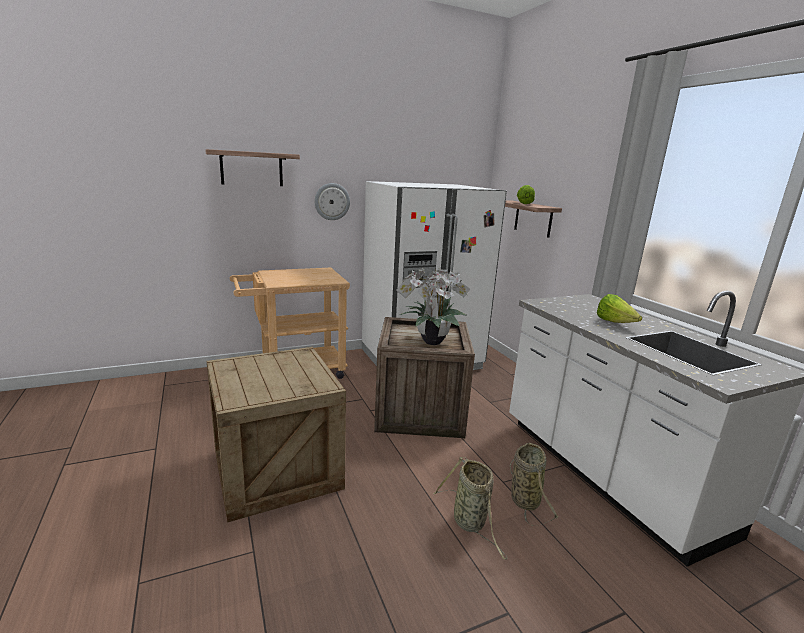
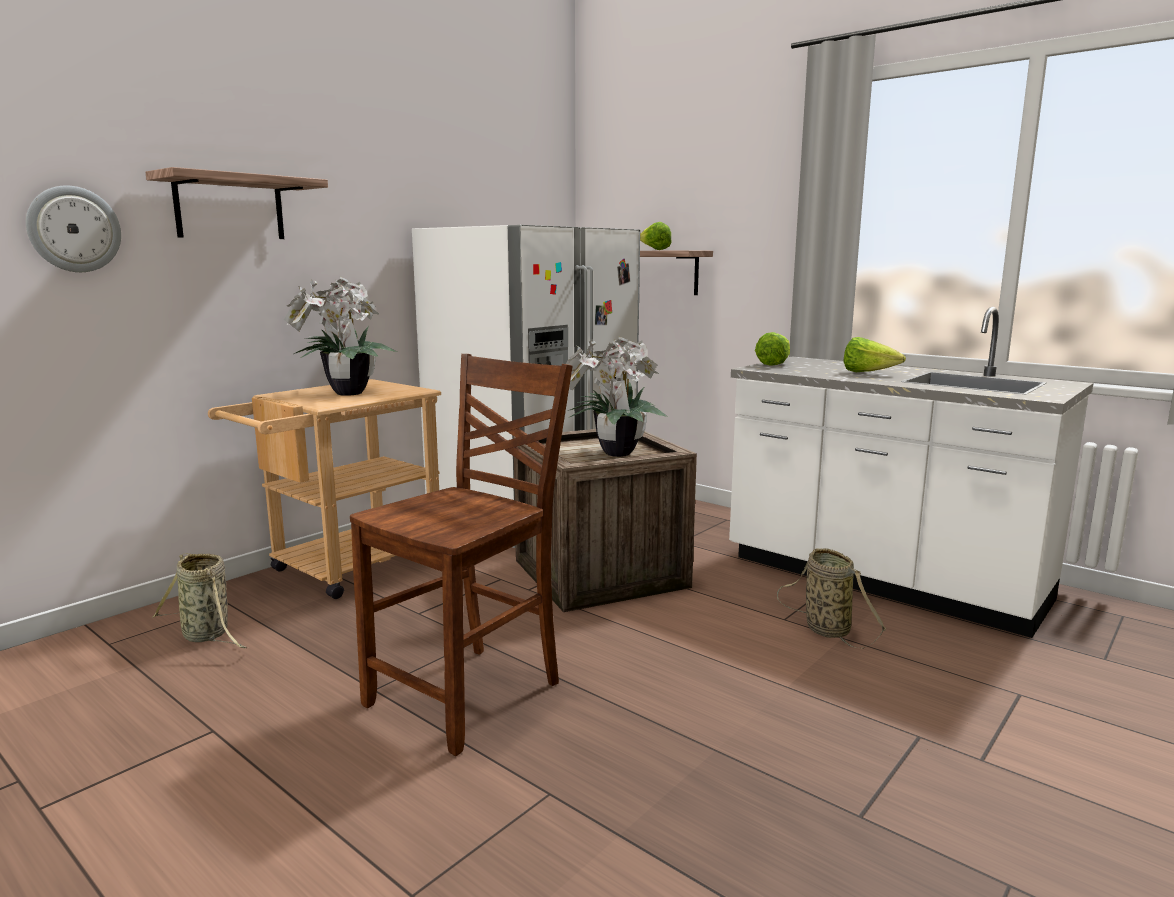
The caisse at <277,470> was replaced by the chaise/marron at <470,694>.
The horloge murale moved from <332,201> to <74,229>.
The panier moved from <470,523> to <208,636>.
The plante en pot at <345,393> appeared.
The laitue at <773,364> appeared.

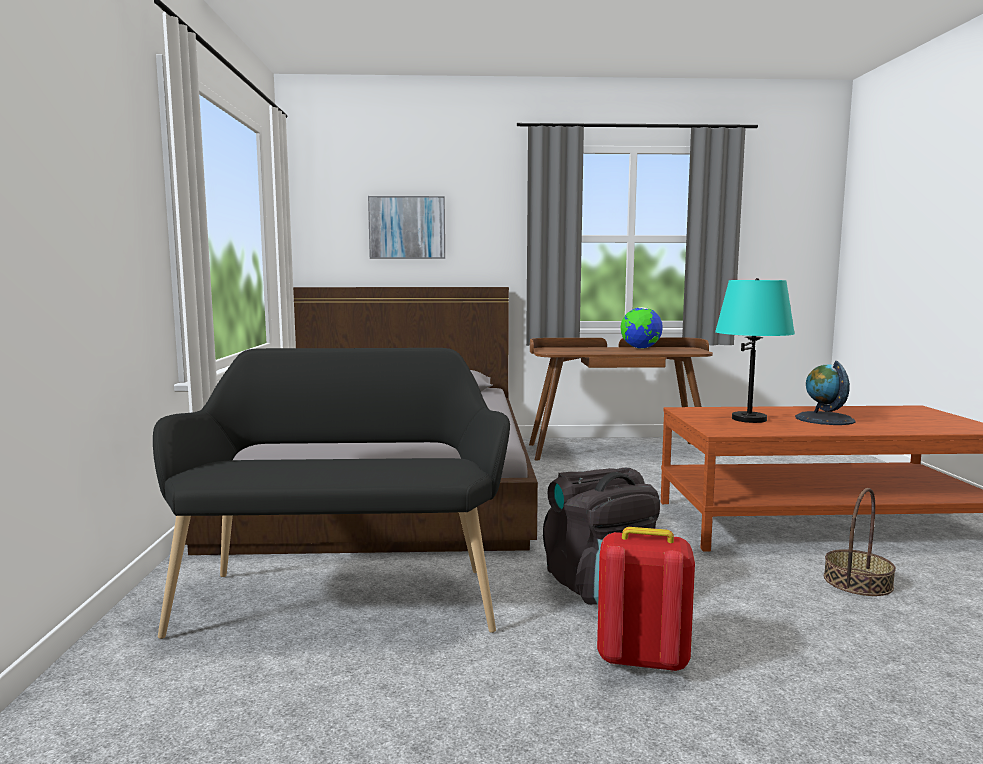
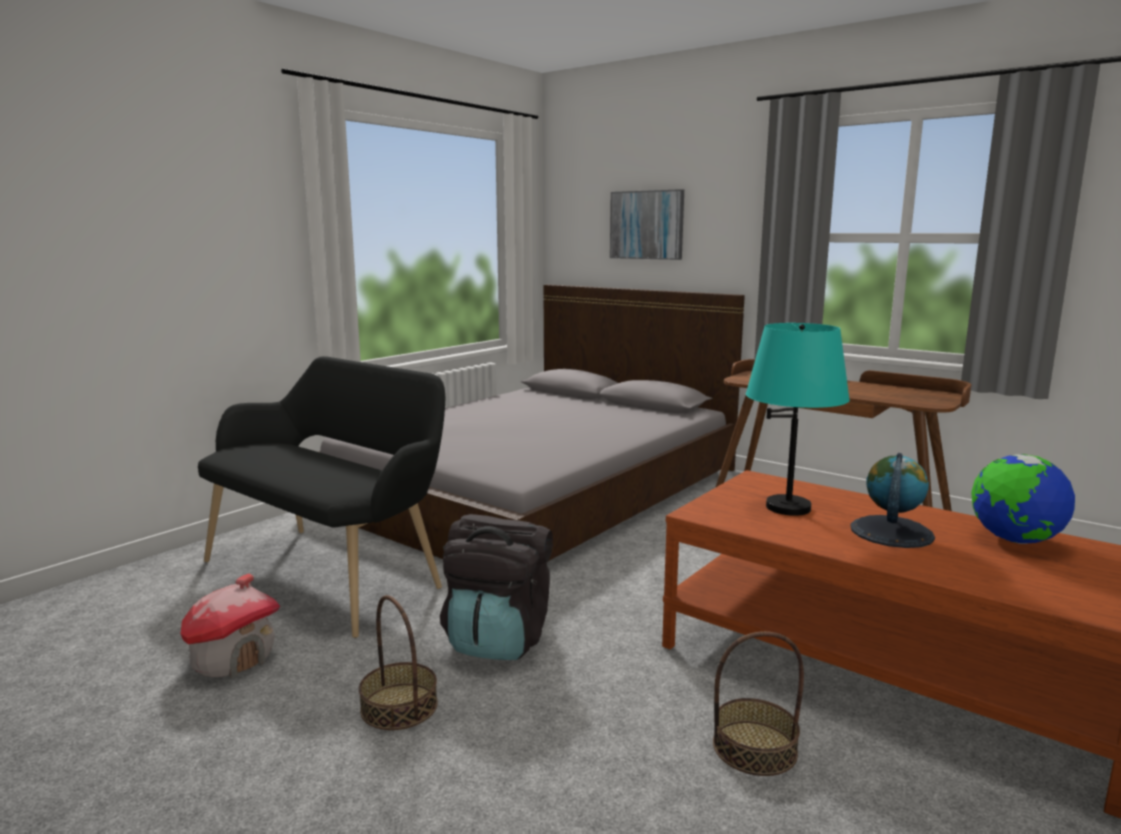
The sac à dos/rouge at <641,659> was replaced by the panier at <399,706>.
The globe moved from <640,348> to <1015,540>.
The maison miniature at <234,658> appeared.

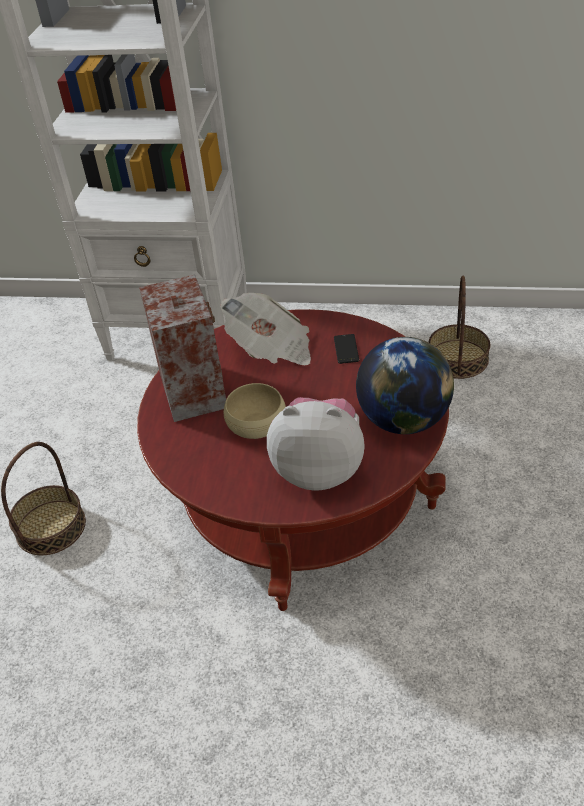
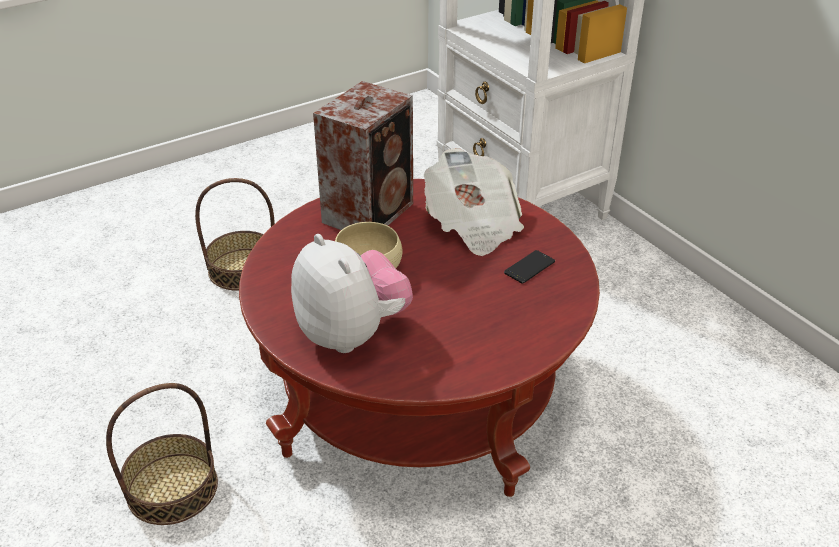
The globe at <404,420> disappeared.
The panier moved from <457,359> to <172,488>.

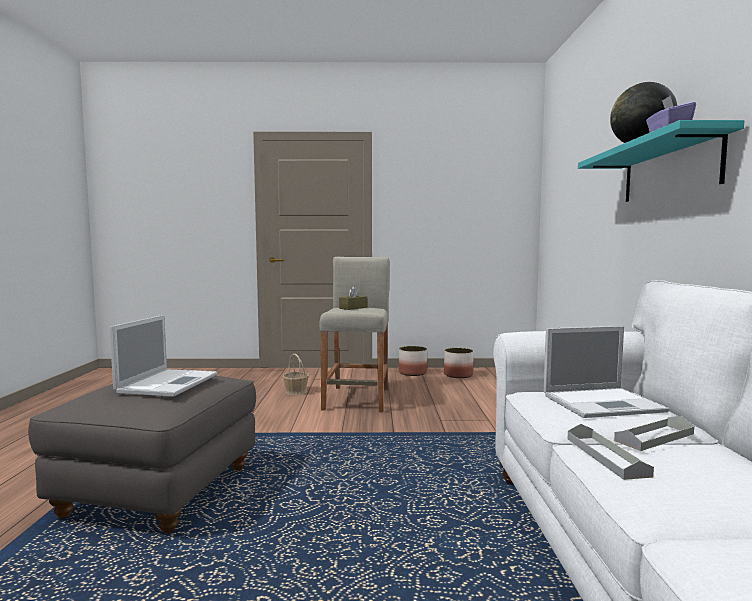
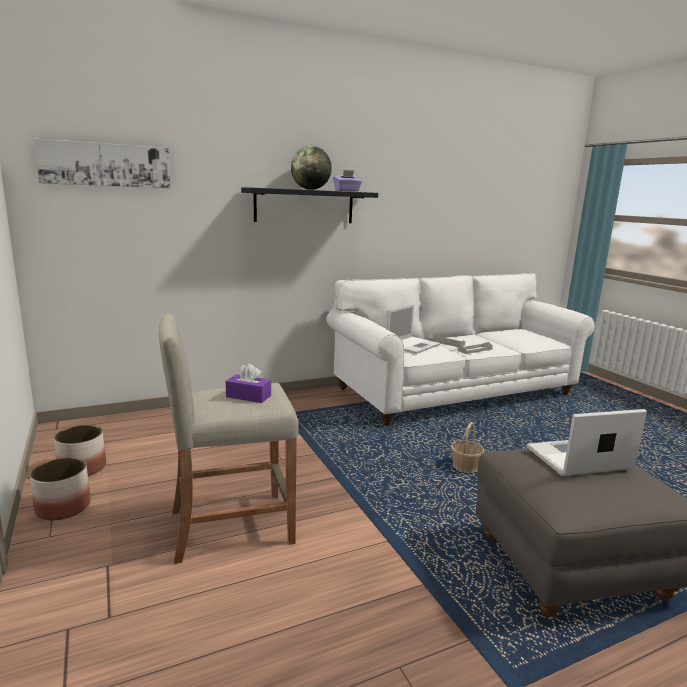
The panier moved from <296,392> to <465,467>.
The boîte à mouchoirs/marron at <353,308> became the boîte à mouchoirs/violet at <248,396>.
The ordinateur portable at <604,403> turned 75 degrees clockwise.
The étagère/turquoise at <669,169> became the étagère/noir at <304,206>.
The tableau at <106,165> appeared.

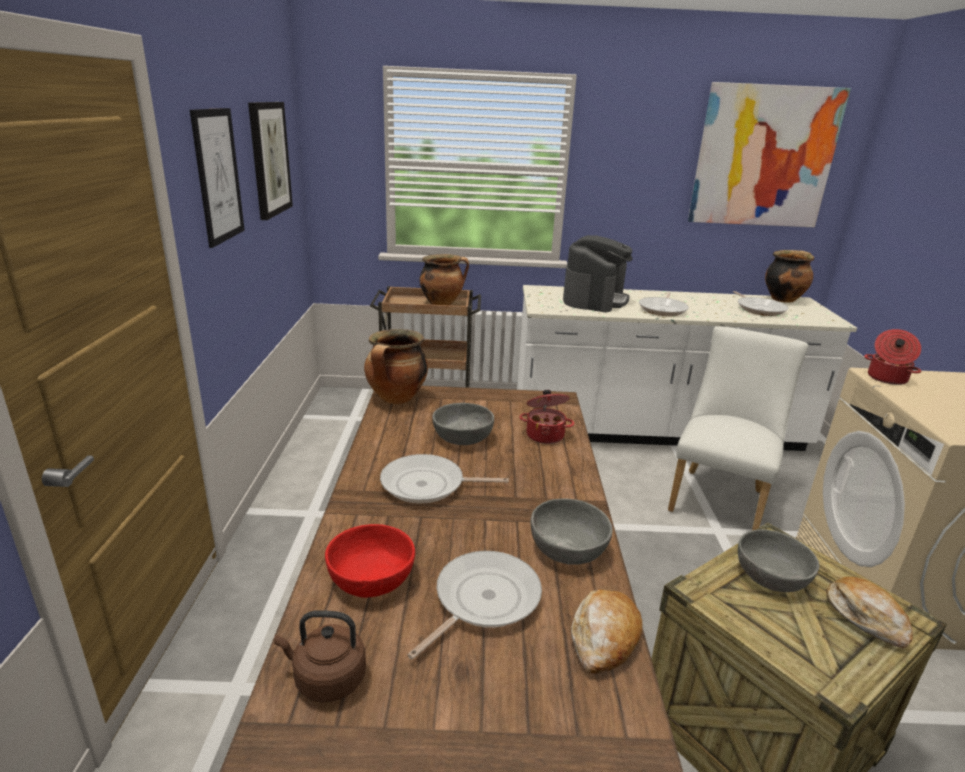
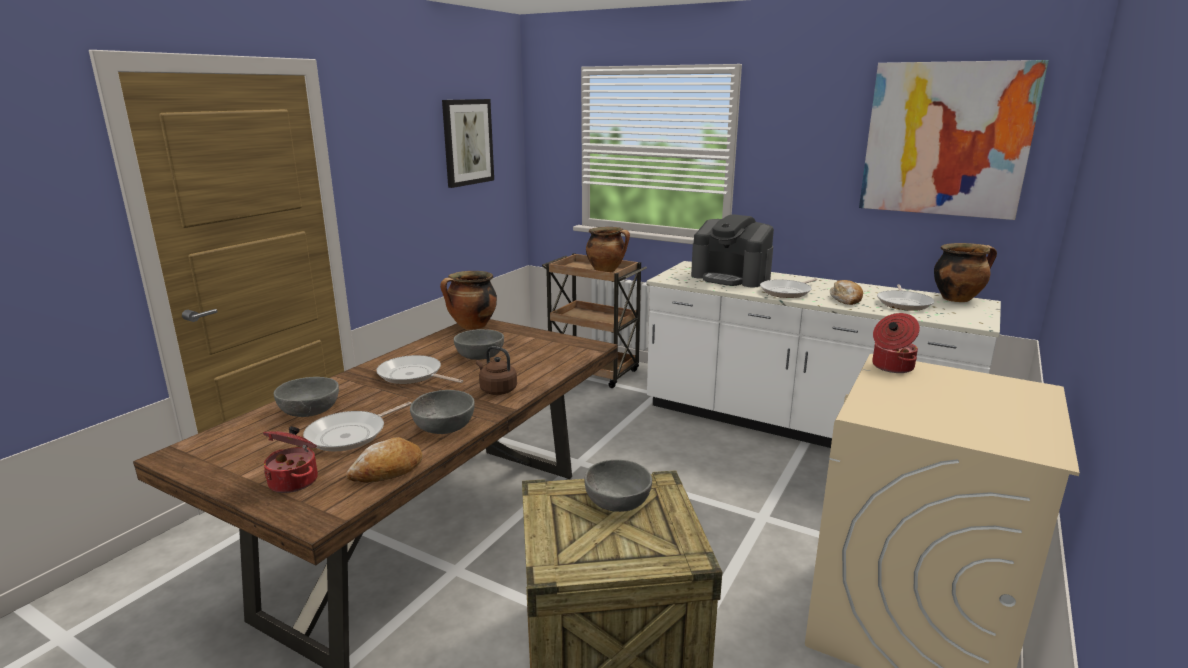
The tableau at <218,176> disappeared.
The bouilloire/marron moved from <326,679> to <496,390>.
The bol/rouge at <371,577> became the bol/gris at <310,409>.
The poêle at <482,600> turned 150 degrees clockwise.
The marmite moved from <545,435> to <295,481>.
The machine à café at <594,299> turned 75 degrees clockwise.
The chaise/blanc at <719,497> disappeared.
The pain moved from <865,617> to <846,299>.

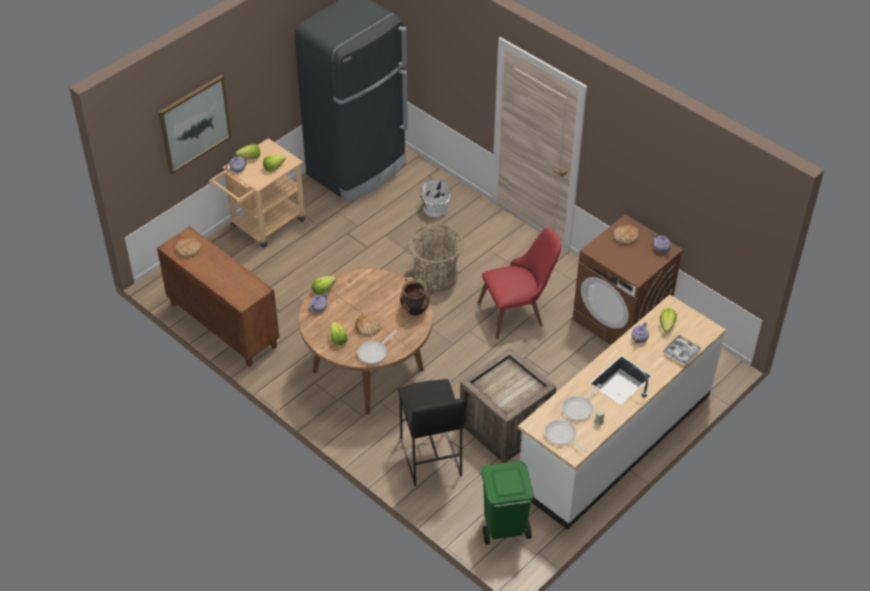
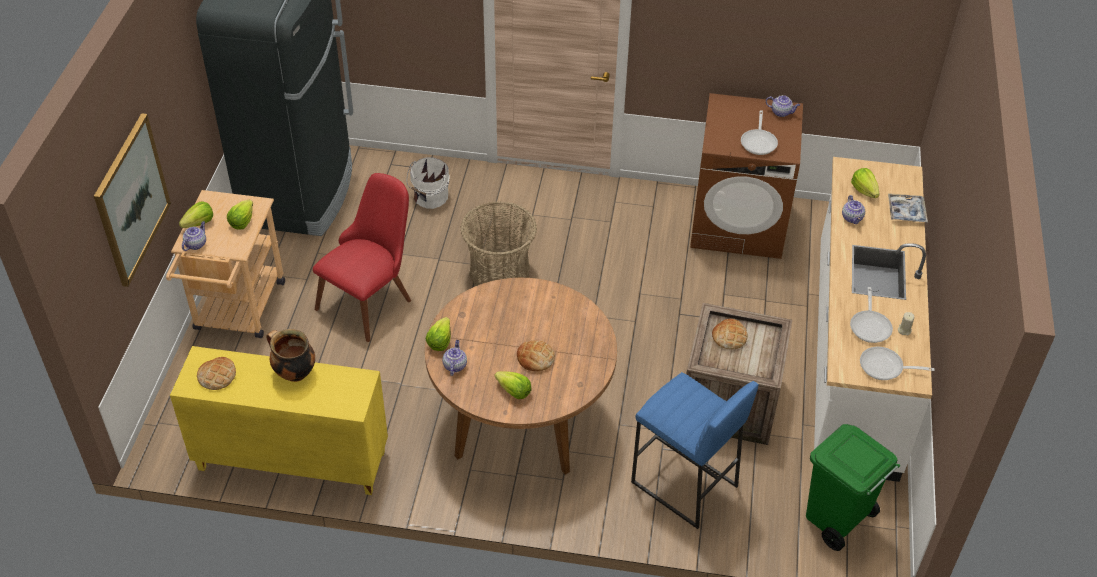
The meuble de rangement/marron at <222,325> became the meuble de rangement/jaune at <290,461>.
The poêle moved from <374,352> to <759,142>.
The tabouret/noir at <430,457> became the tabouret/bleu at <683,484>.
The marmite moved from <414,309> to <294,373>.
The chaise/rouge moved from <518,312> to <371,298>.
The pain moved from <626,236> to <729,337>.

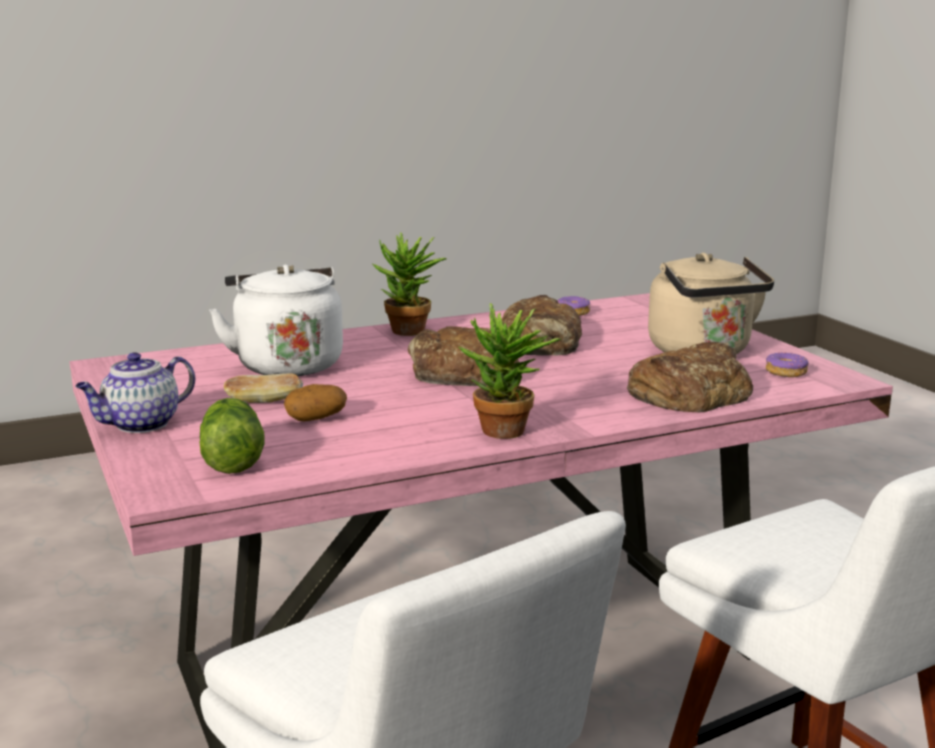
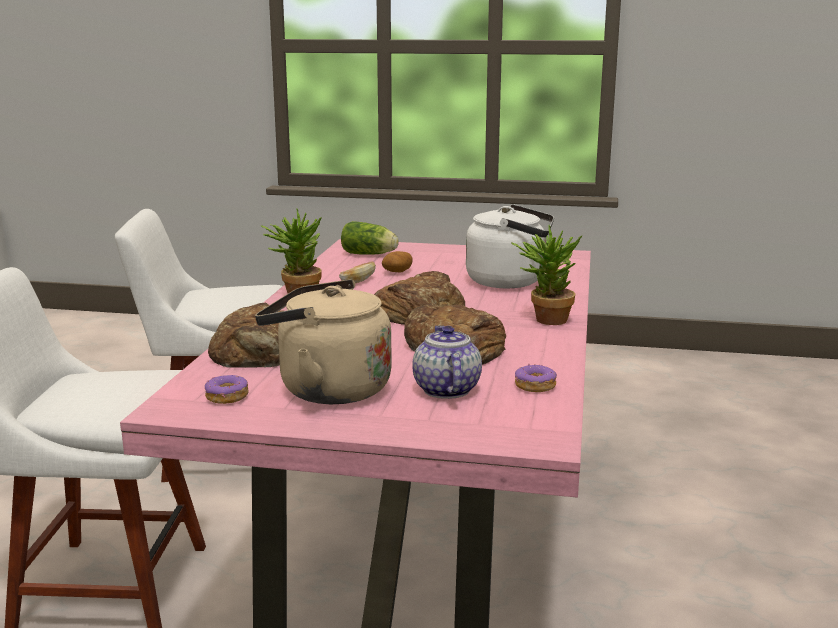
The théière moved from <140,425> to <445,389>.
The pain moved from <264,402> to <357,282>.

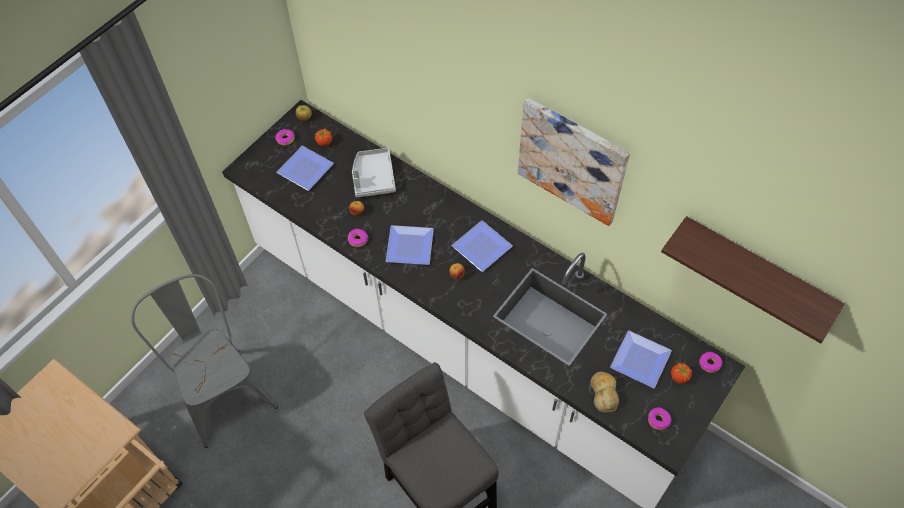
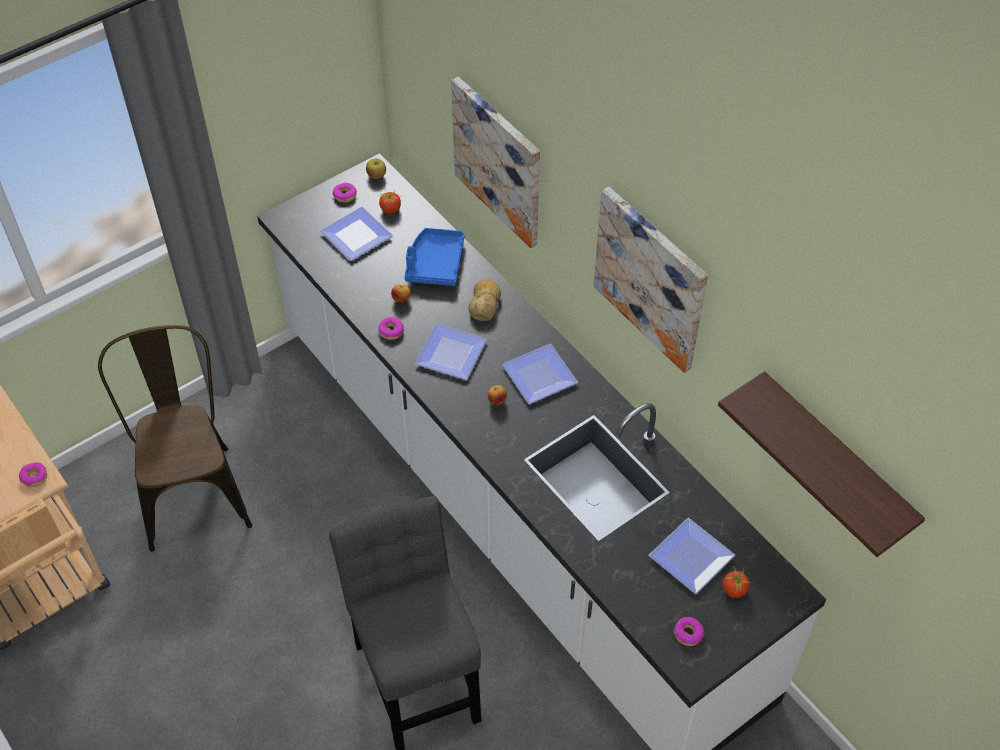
The chaise/gris at <222,389> became the chaise/marron at <192,488>.
The plateau/gris at <373,178> became the plateau/bleu at <435,264>.
The pain moved from <603,393> to <485,304>.
The beignet moved from <709,363> to <34,477>.
The tableau at <499,161> appeared.

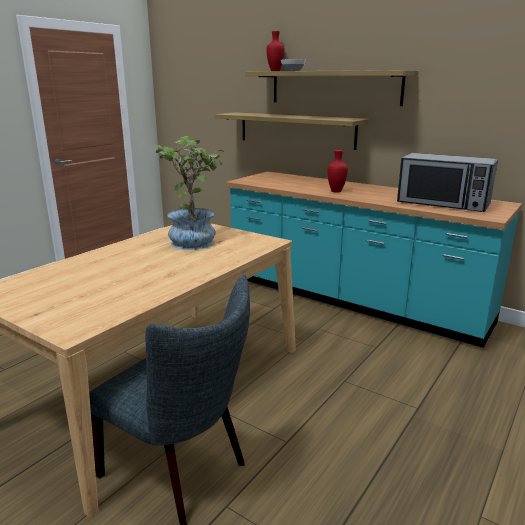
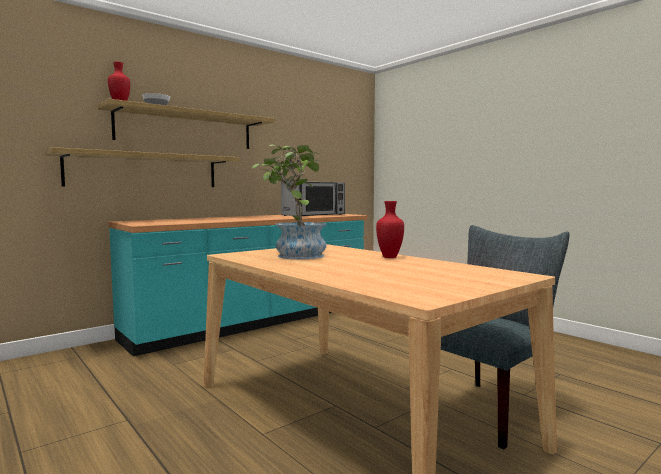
The vase/rouge moved from <336,191> to <389,257>.

